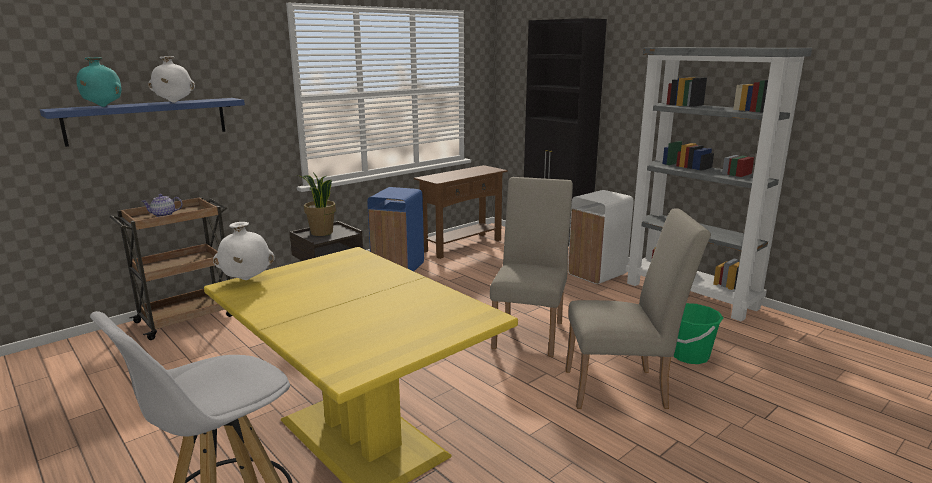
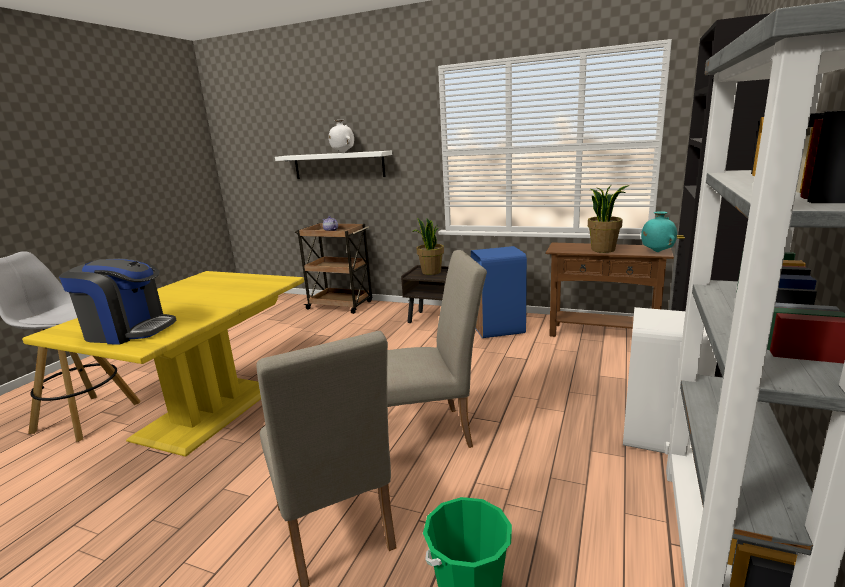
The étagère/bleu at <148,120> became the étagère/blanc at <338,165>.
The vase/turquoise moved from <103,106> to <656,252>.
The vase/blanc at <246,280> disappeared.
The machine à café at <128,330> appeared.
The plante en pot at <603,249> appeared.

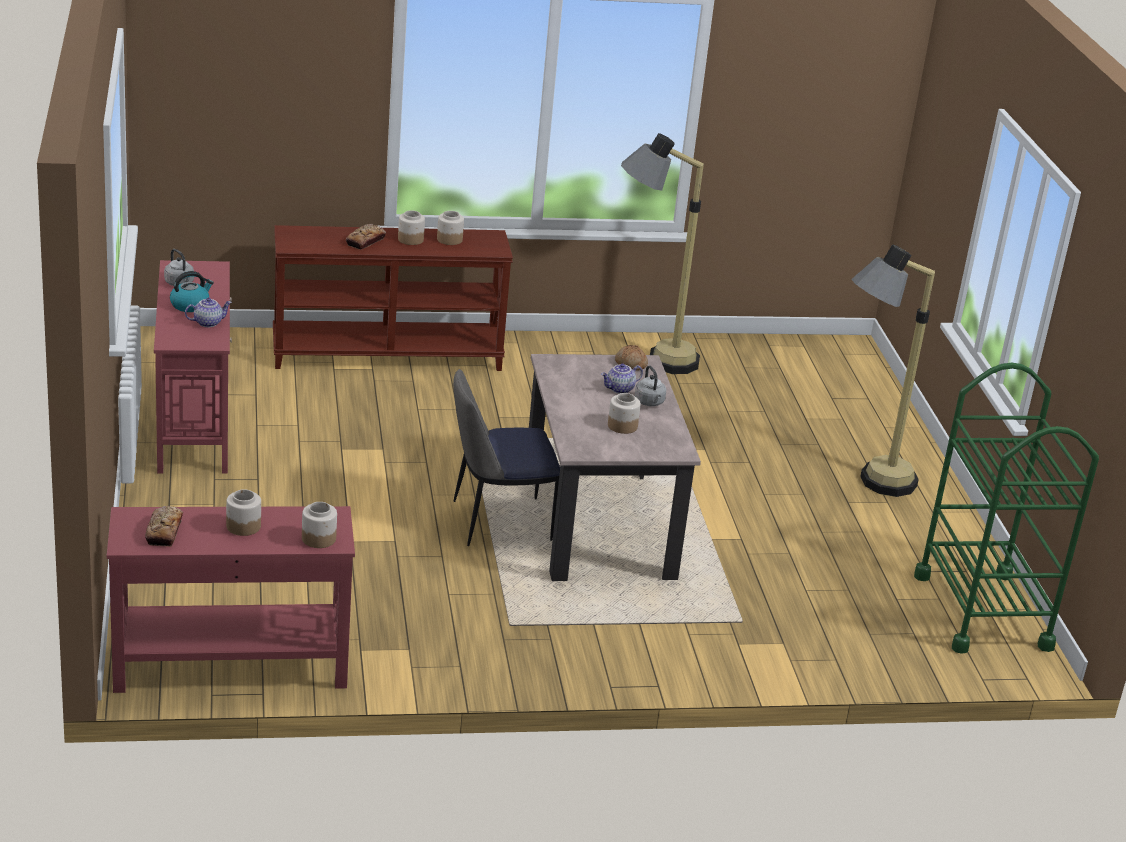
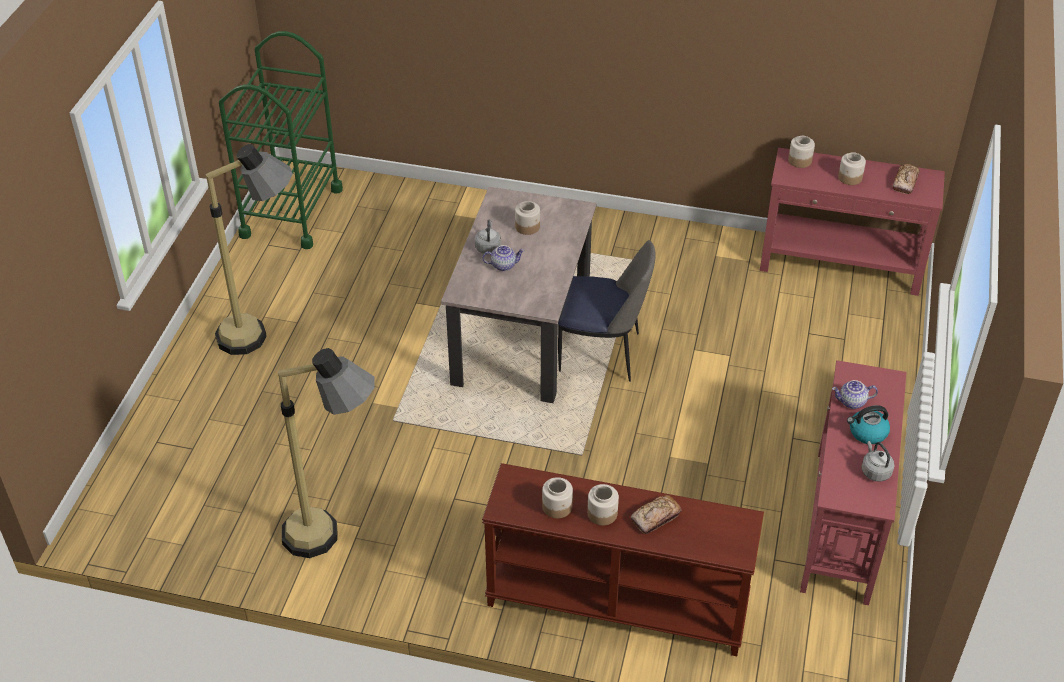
The pain at <630,364> disappeared.

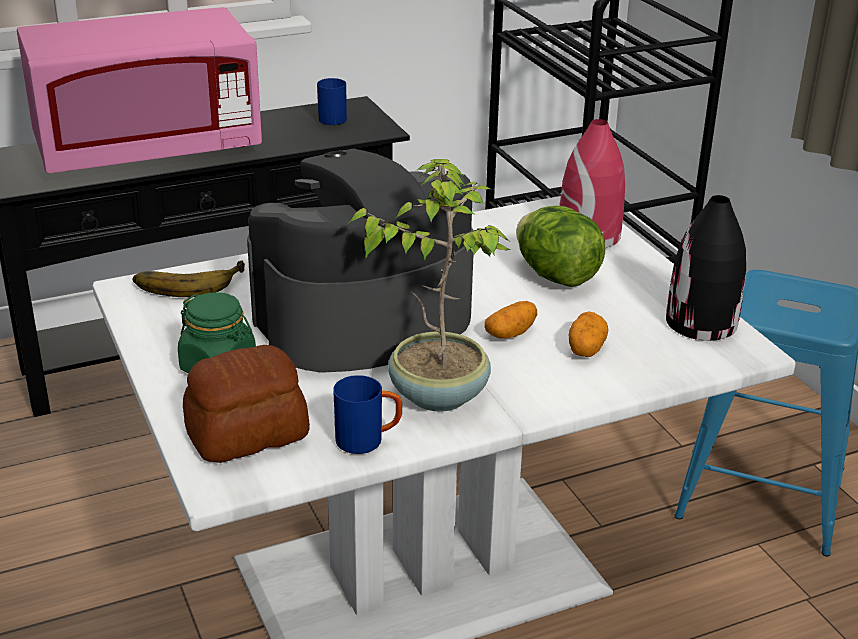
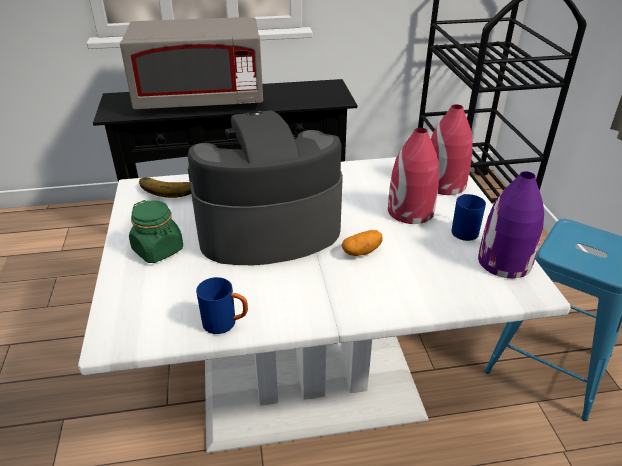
The micro-ondes/rose at <148,149> became the micro-ondes/gris at <201,100>.
The pain at <245,434> disappeared.
The mug/bleu moved from <331,118> to <463,229>.
The plante en pot at <437,393> disappeared.
The laitue at <556,276> was replaced by the vase/rouge at <410,211>.
The pomme de terre at <586,348> disappeared.
The vase/noir at <701,323> became the vase/violet at <504,262>.

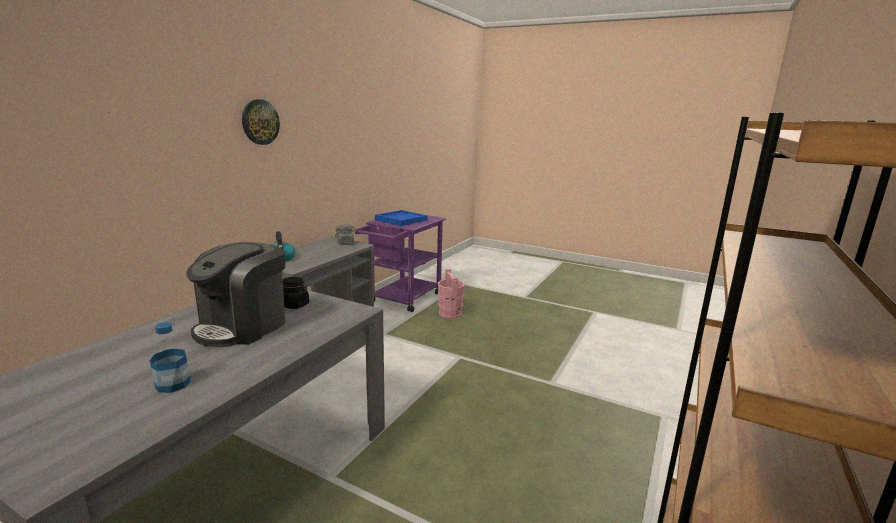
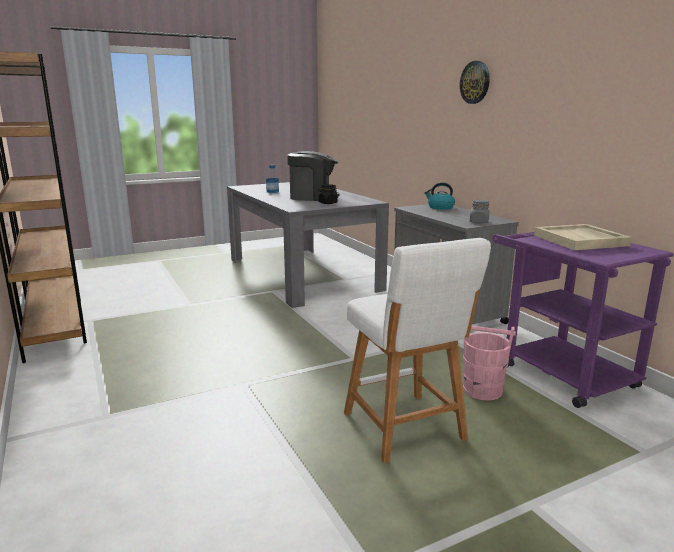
The machine à café at <243,326> turned 120 degrees clockwise.
The plateau/bleu at <401,220> became the plateau/beige at <581,240>.
The tabouret/blanc at <406,429> appeared.

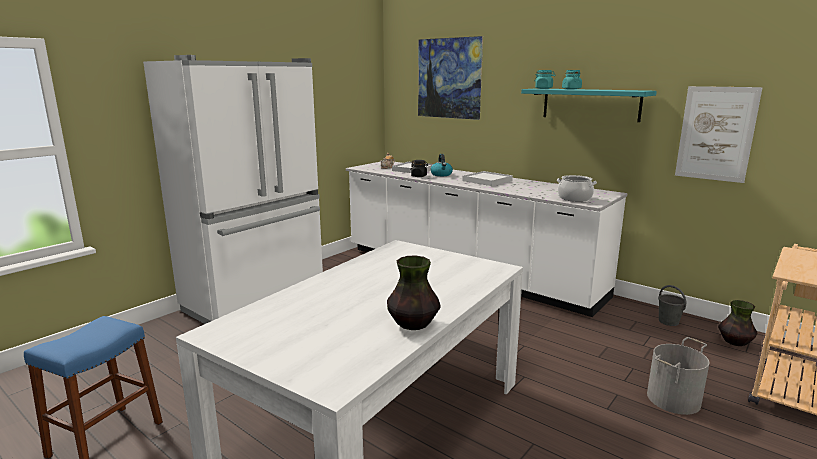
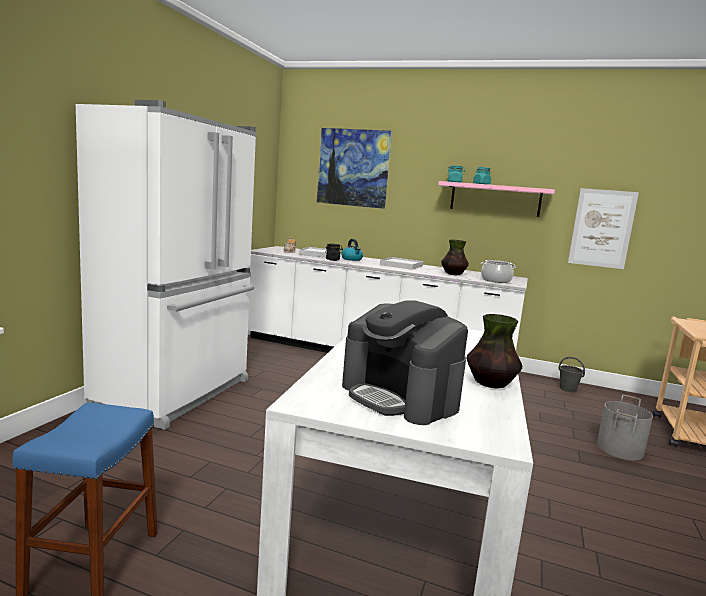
The étagère/turquoise at <590,104> became the étagère/rose at <495,199>.
The vase moved from <735,342> to <453,274>.
The machine à café at <400,397> appeared.

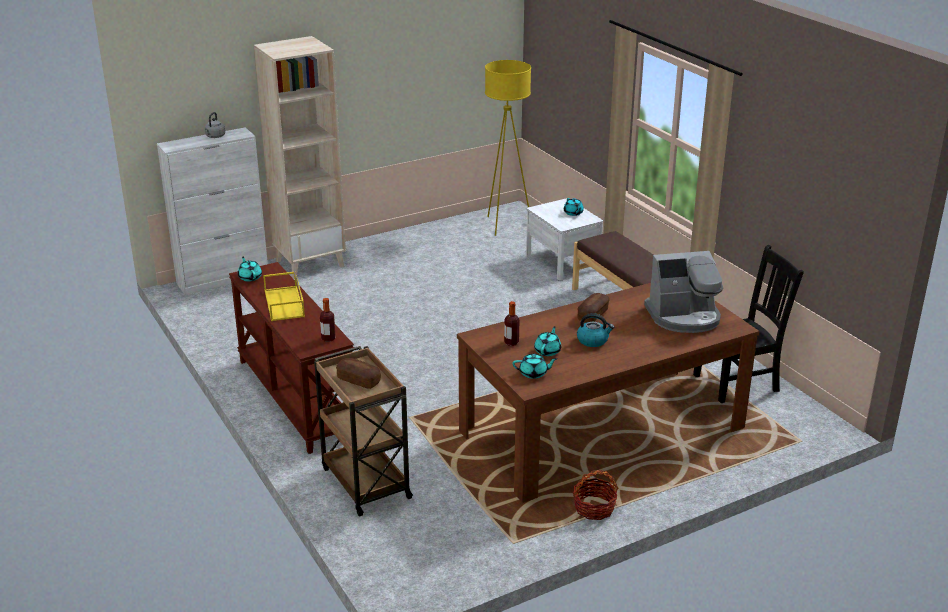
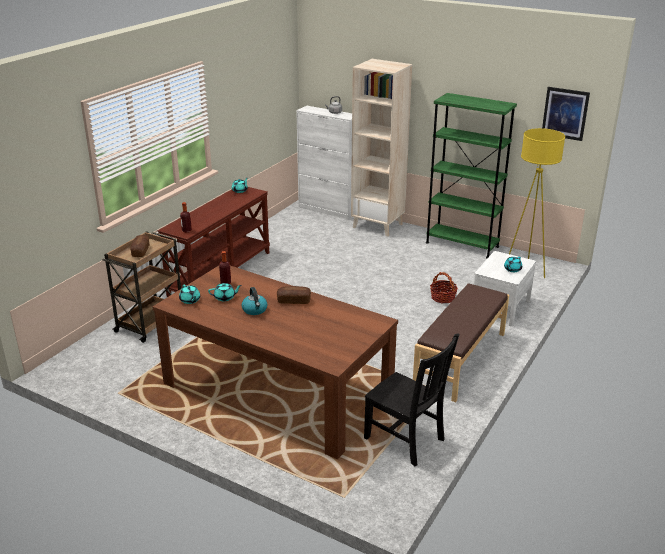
The plateau/jaune at <285,304> disappeared.
The panier moved from <594,508> to <442,297>.
The machine à café at <684,317> disappeared.
The bibliothèque/vert at <462,244> appeared.
The tableau at <565,113> appeared.

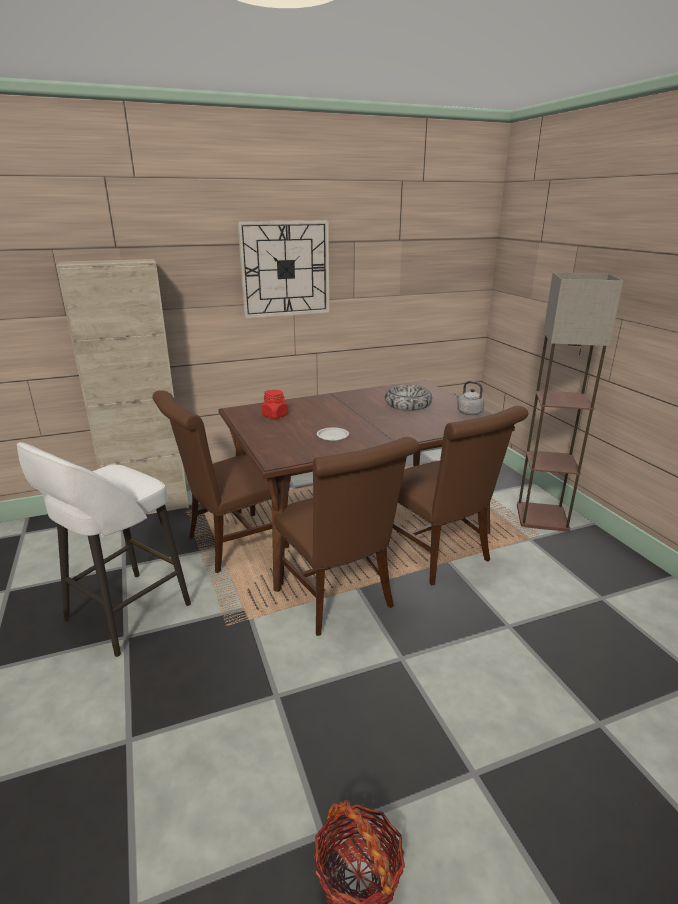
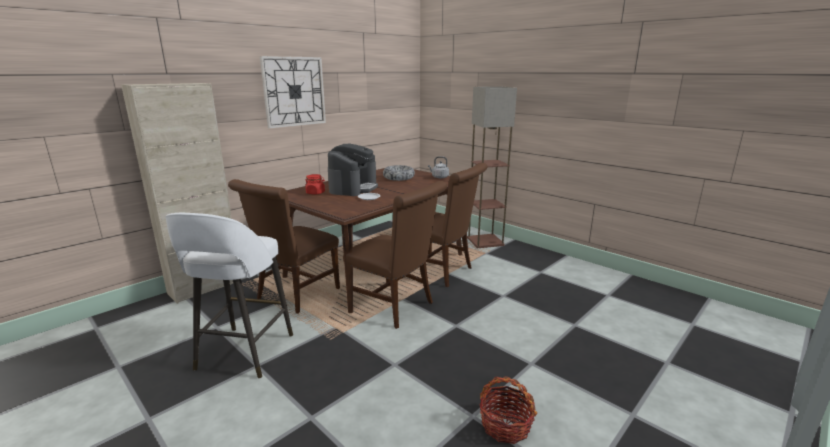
The machine à café at <353,188> appeared.

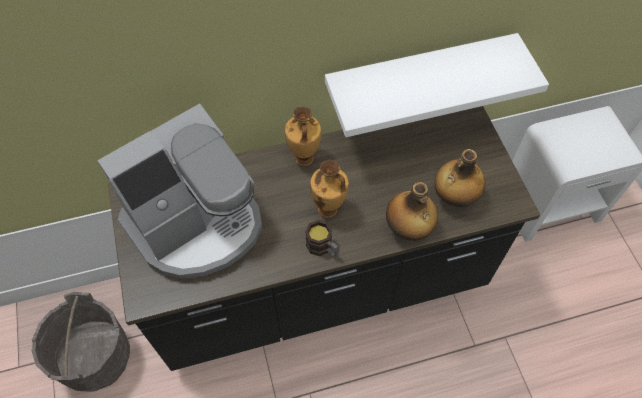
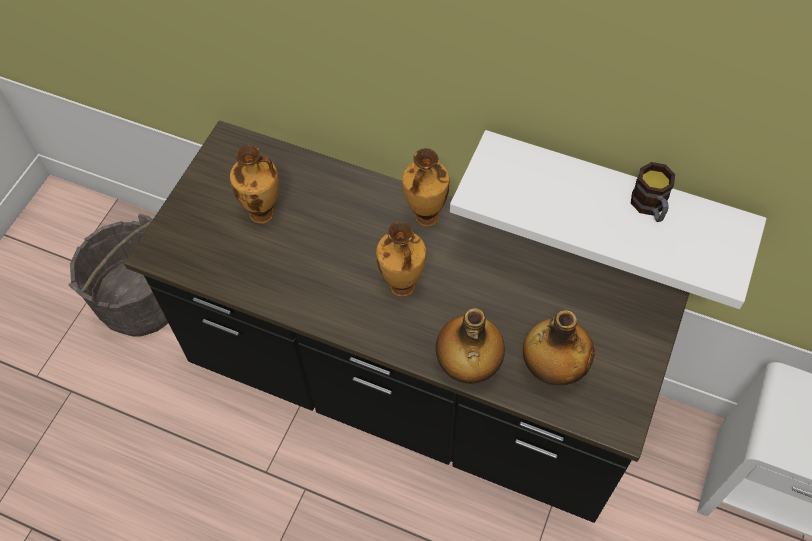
The machine à café at <197,224> was replaced by the vase at <263,214>.
The mug moved from <323,248> to <650,207>.

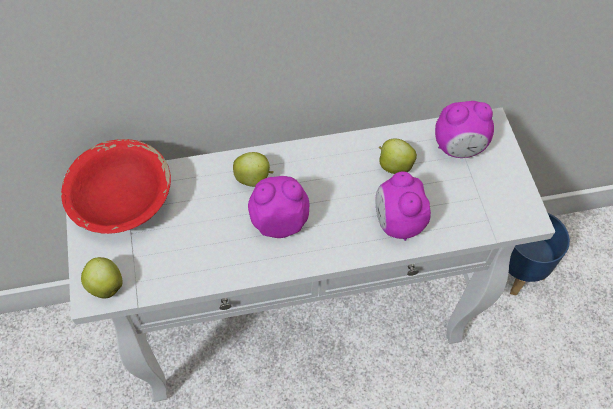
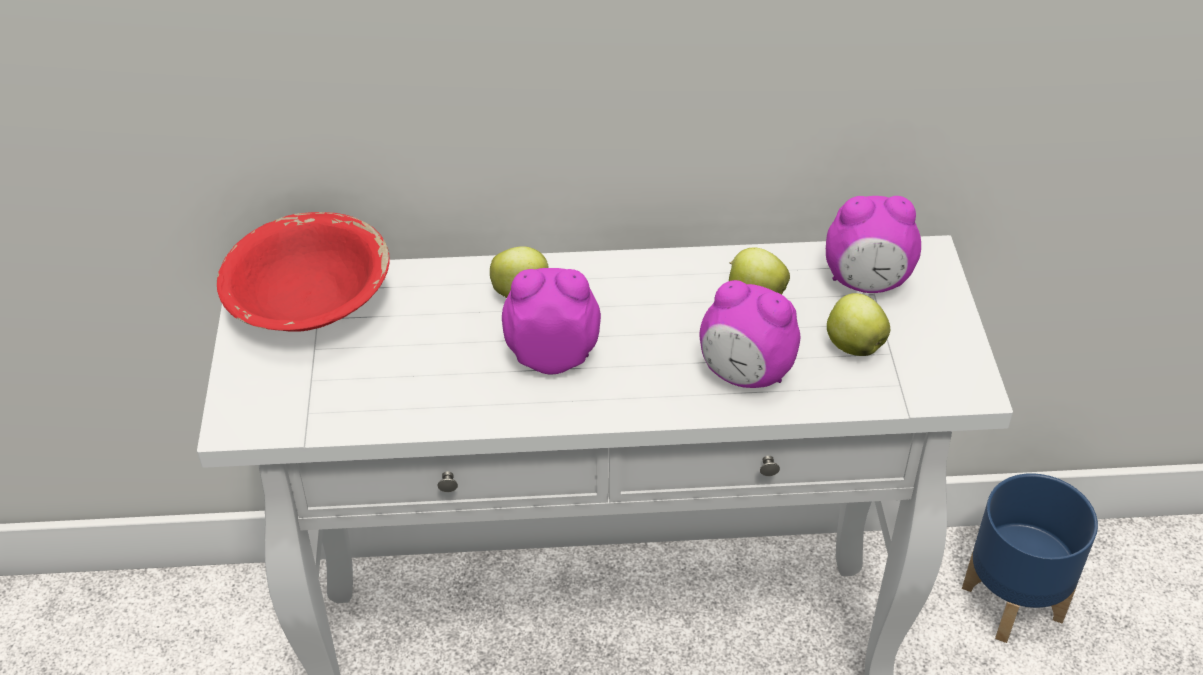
The pomme moved from <105,285> to <853,345>.
The réveil at <397,222> turned 60 degrees counterclockwise.

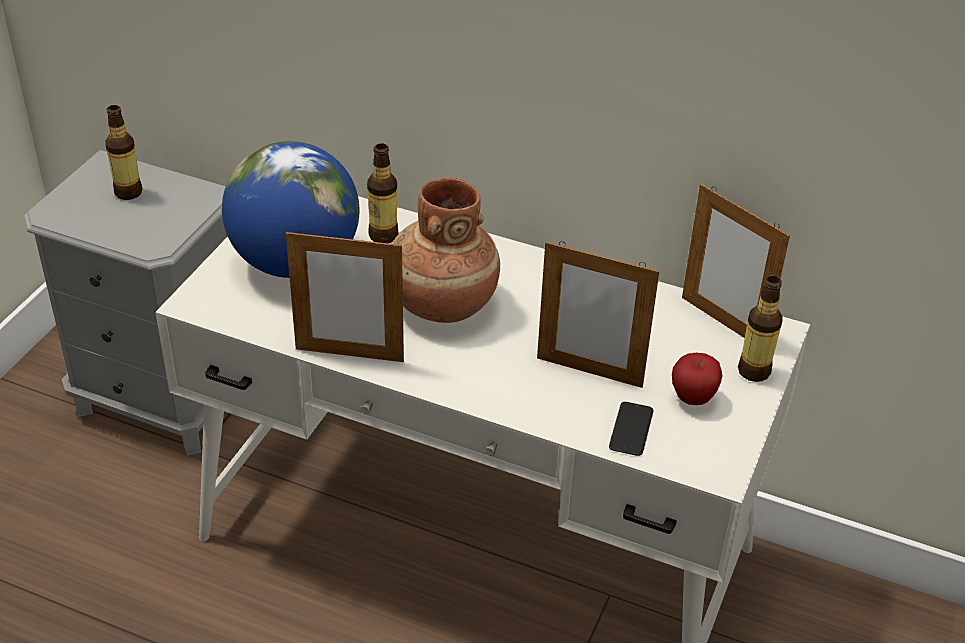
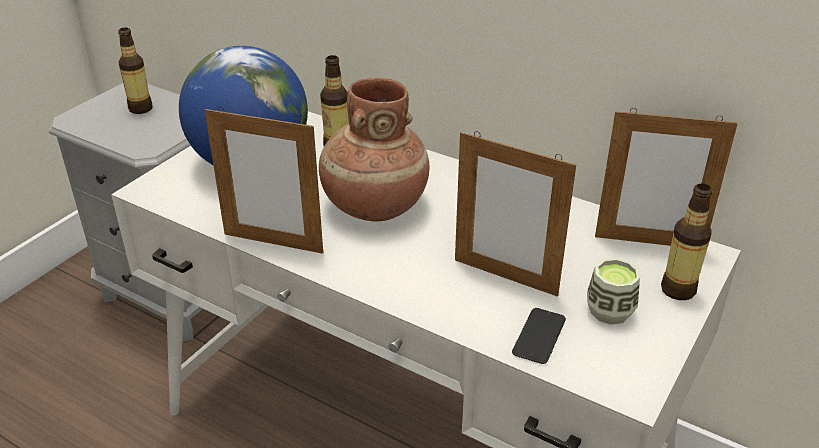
The pomme at <692,398> was replaced by the tasse at <609,311>.
The cadre photo at <722,323> turned 45 degrees counterclockwise.

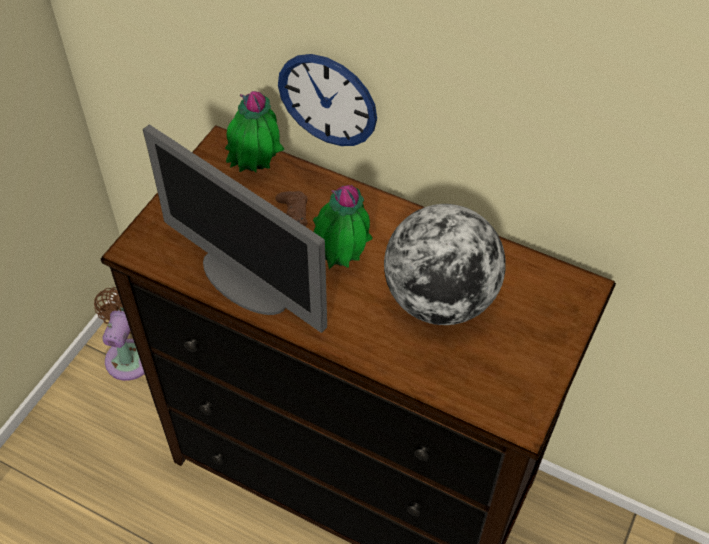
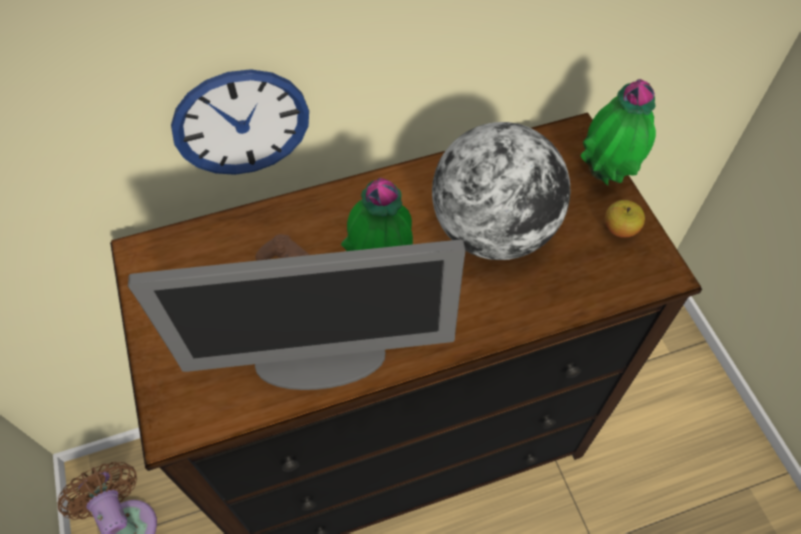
The plante en pot moved from <256,170> to <606,175>.
The pomme at <620,229> appeared.

